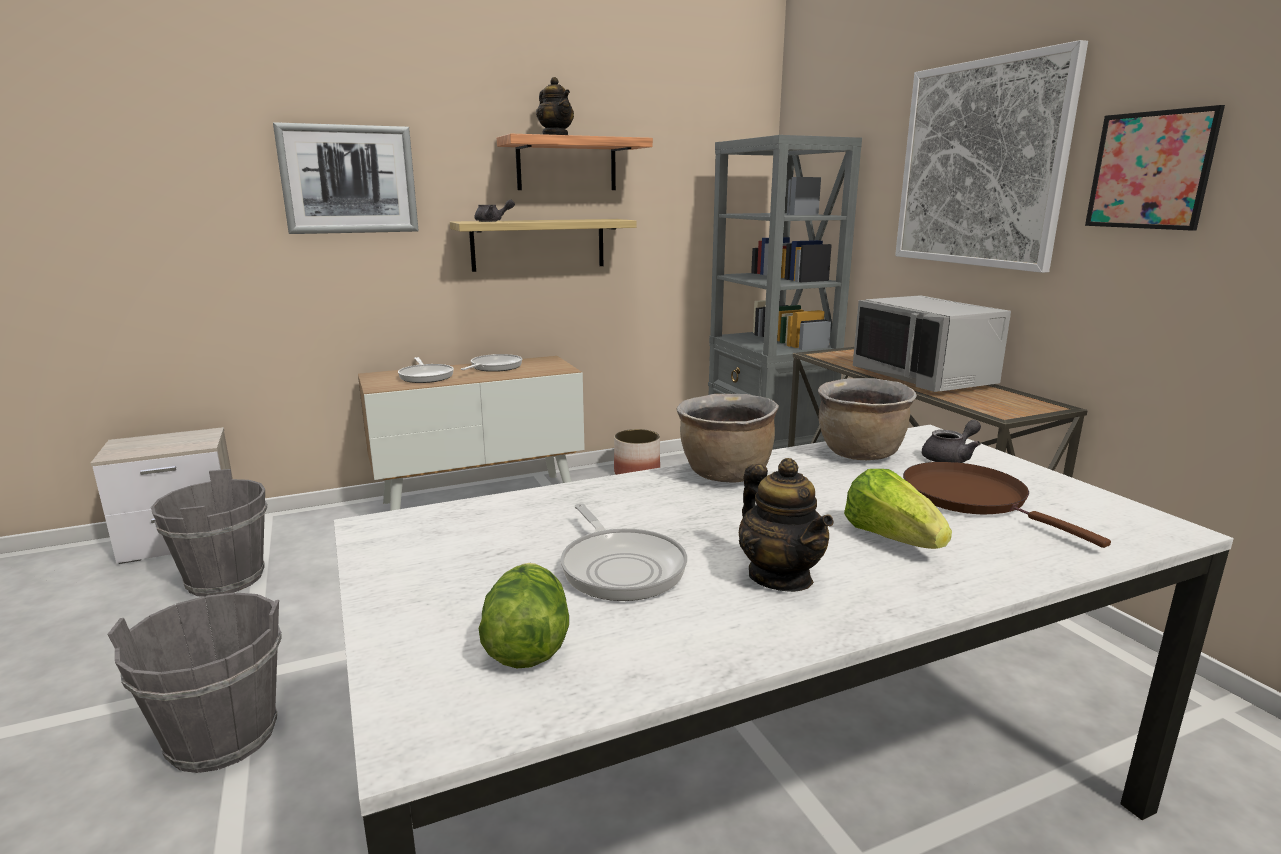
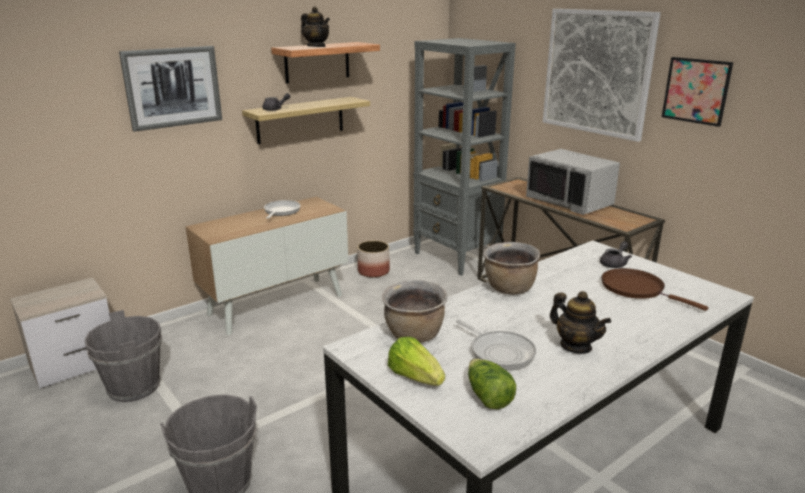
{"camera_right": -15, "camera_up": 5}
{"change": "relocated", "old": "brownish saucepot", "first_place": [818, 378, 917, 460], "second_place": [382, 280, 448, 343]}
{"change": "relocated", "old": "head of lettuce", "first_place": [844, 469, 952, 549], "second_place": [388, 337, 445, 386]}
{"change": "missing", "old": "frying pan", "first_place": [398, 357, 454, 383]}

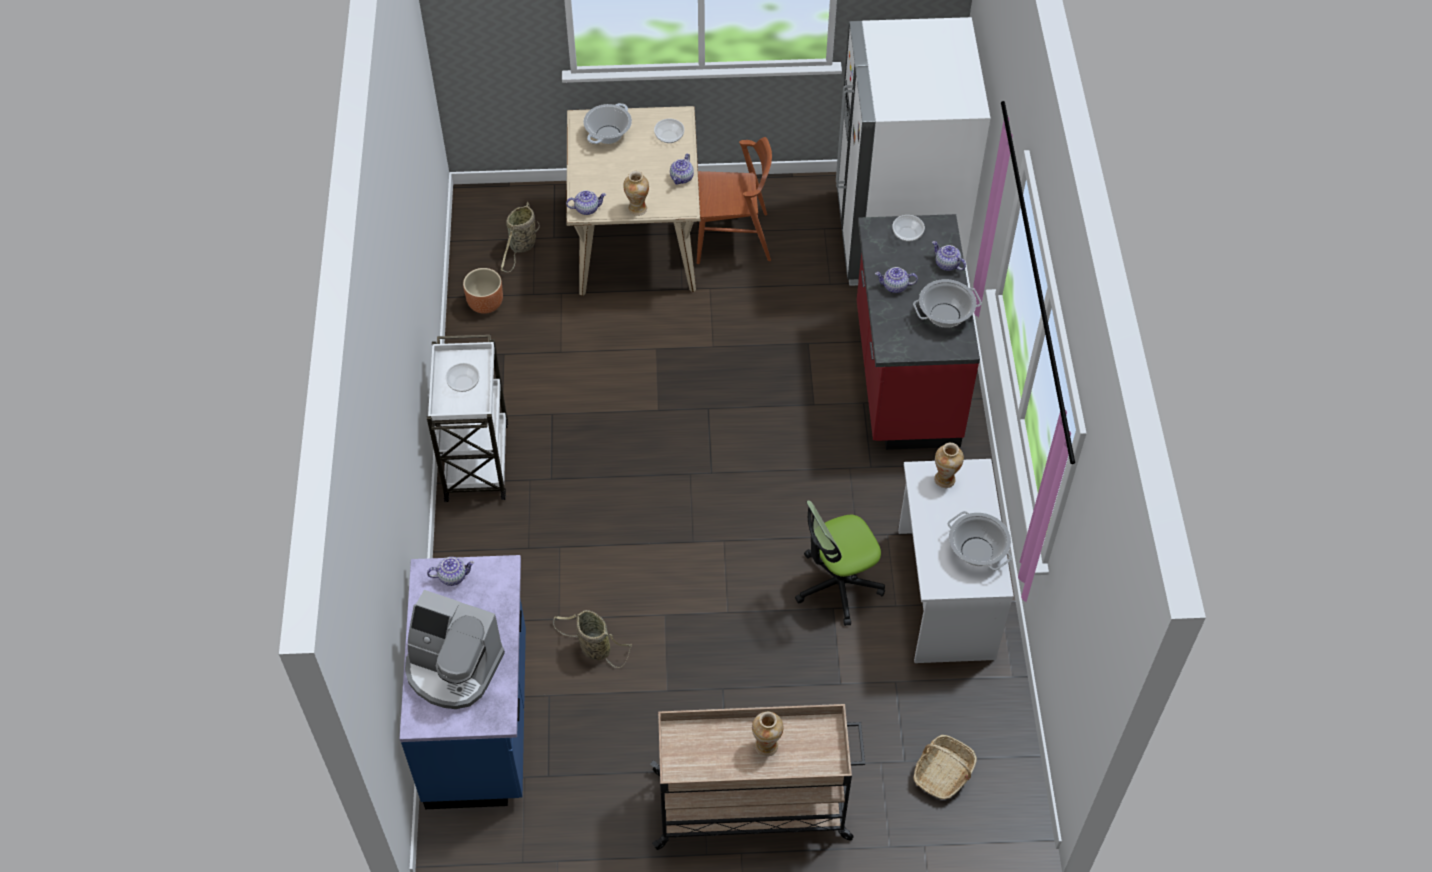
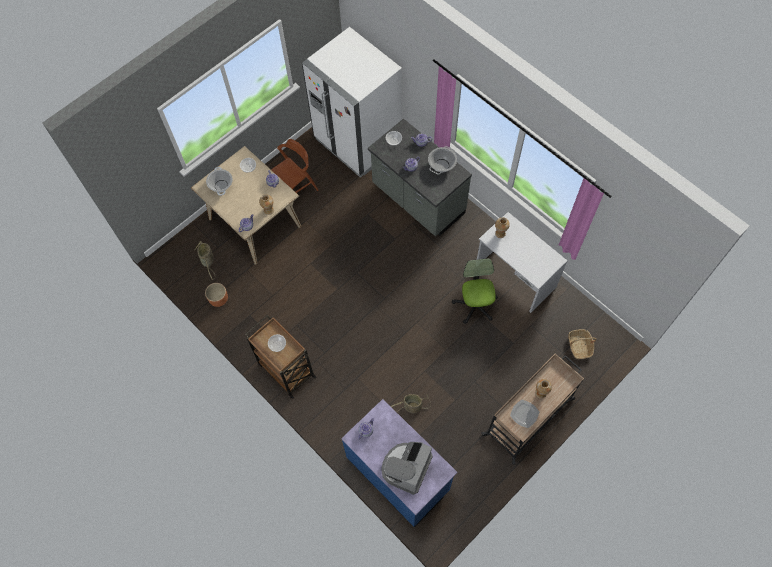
{"camera_right": -40, "camera_up": 10}
{"change": "colour", "old": "white wheeled cart", "new": "brownish wheeled cart", "first_place": [427, 335, 508, 502], "second_place": [246, 315, 317, 399]}
{"change": "colour", "old": "red kitchen counter", "new": "grey kitchen counter", "first_place": [857, 214, 980, 450], "second_place": [368, 119, 472, 236]}
{"change": "spun", "old": "coffee maker", "first_place": [405, 590, 505, 709], "second_place": [381, 442, 433, 495], "degrees": 135}
{"change": "spun", "old": "office chair", "first_place": [795, 500, 885, 626], "second_place": [452, 258, 498, 324], "degrees": 150}
{"change": "appeared", "new": "flat dish", "second_place": [510, 400, 539, 428]}
{"change": "missing", "old": "saucepot", "first_place": [947, 511, 1012, 571]}

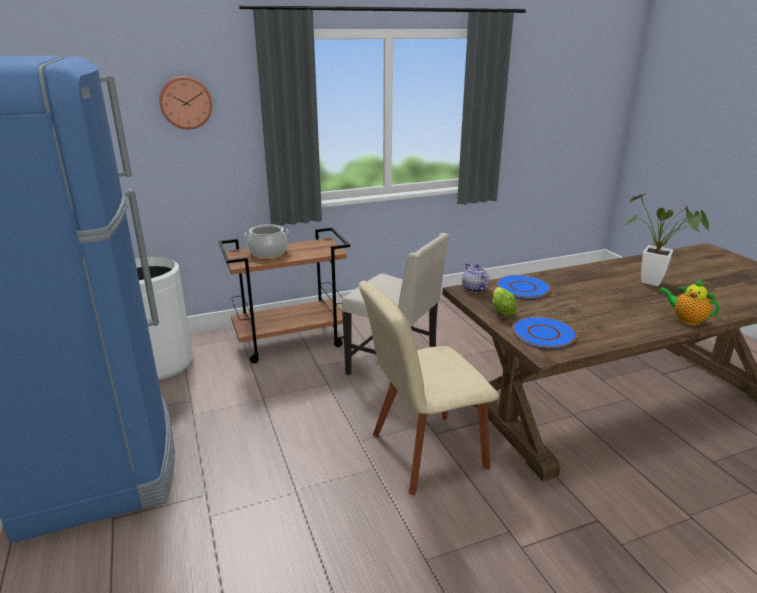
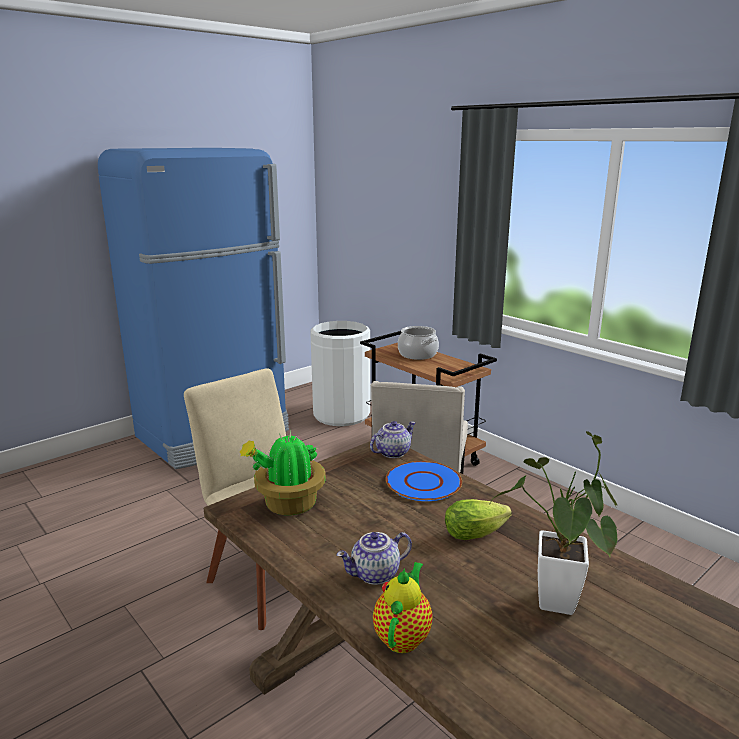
{"camera_right": 70, "camera_up": -5}
{"change": "exchanged", "old": "blue-coloured flat dish", "new": "houseplant", "first_place": [512, 317, 577, 348], "second_place": [240, 430, 326, 515]}
{"change": "appeared", "new": "tea pot", "second_place": [336, 532, 412, 585]}
{"change": "relocated", "old": "head of lettuce", "first_place": [493, 287, 517, 316], "second_place": [445, 499, 512, 540]}
{"change": "missing", "old": "wall clock", "first_place": [159, 77, 212, 129]}

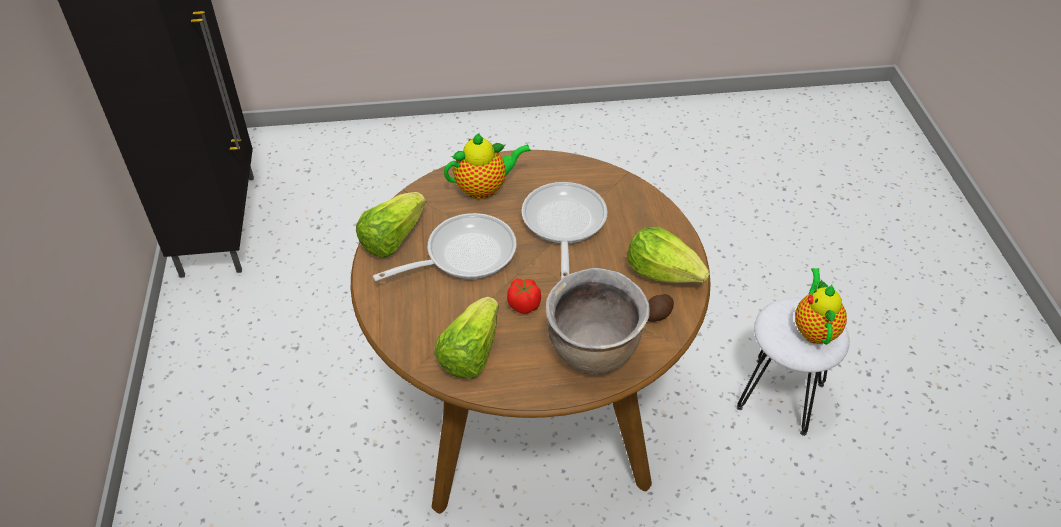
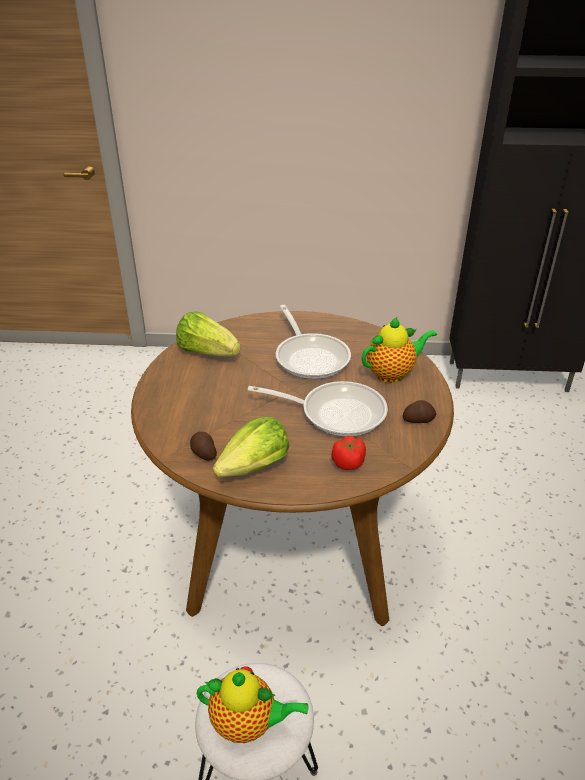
{"camera_right": 100, "camera_up": -10}
{"change": "relocated", "old": "fresh tomato", "first_place": [507, 279, 541, 314], "second_place": [331, 436, 366, 470]}
{"change": "spun", "old": "tea pot", "first_place": [444, 133, 531, 200], "second_place": [362, 316, 437, 383], "degrees": -105}
{"change": "appeared", "new": "spud", "second_place": [402, 400, 436, 423]}
{"change": "missing", "old": "head of lettuce", "first_place": [356, 192, 426, 258]}
{"change": "missing", "old": "brownish saucepot", "first_place": [546, 268, 650, 375]}

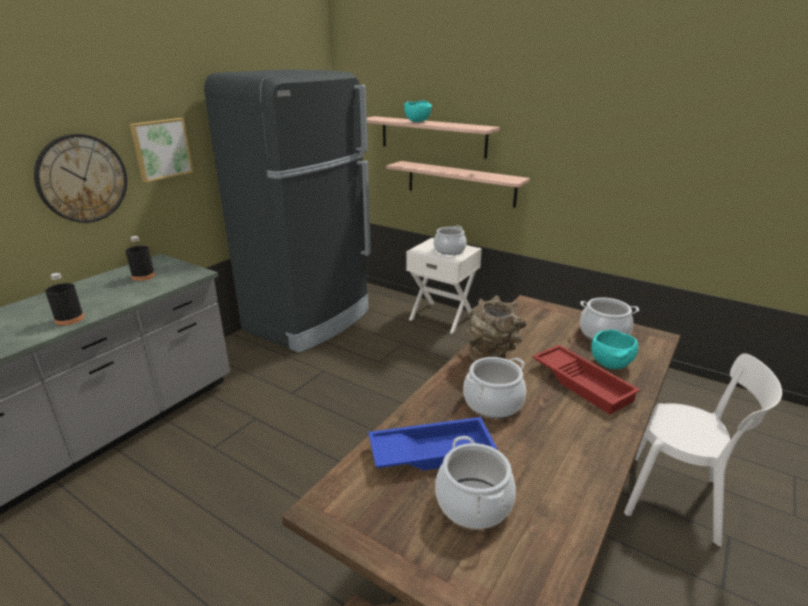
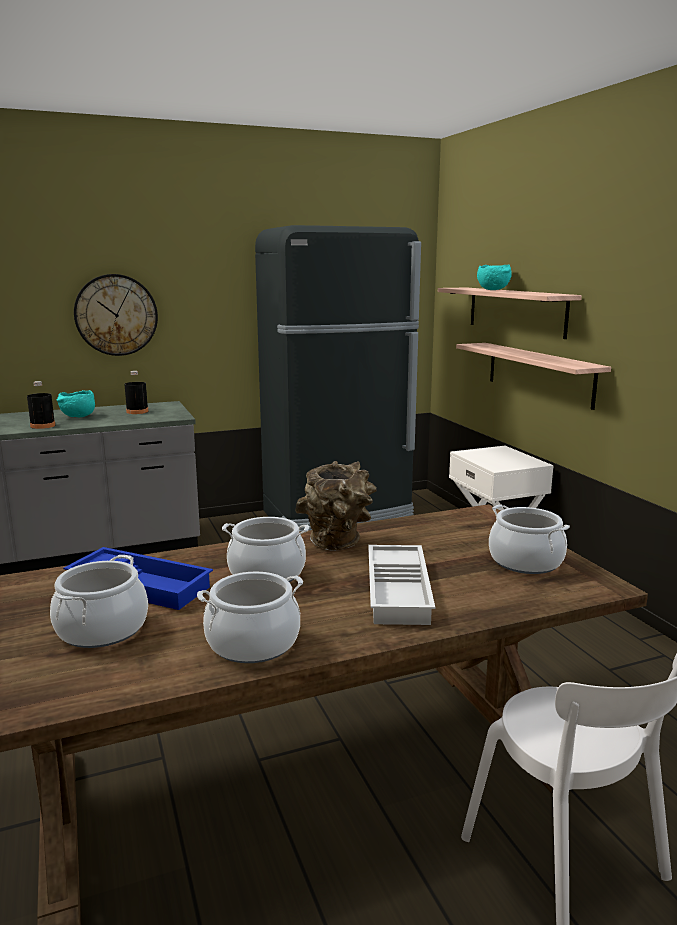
{"camera_right": 35, "camera_up": -10}
{"change": "relocated", "old": "turquoise bowl", "first_place": [591, 329, 638, 369], "second_place": [57, 390, 95, 417]}
{"change": "relocated", "old": "saucepot", "first_place": [434, 225, 467, 255], "second_place": [197, 572, 303, 663]}
{"change": "colour", "old": "red carrying tray", "new": "white carrying tray", "first_place": [532, 345, 640, 414], "second_place": [368, 545, 435, 625]}
{"change": "missing", "old": "picture", "first_place": [130, 118, 193, 182]}

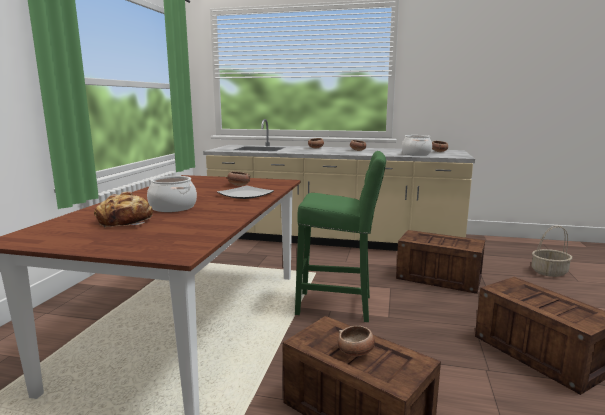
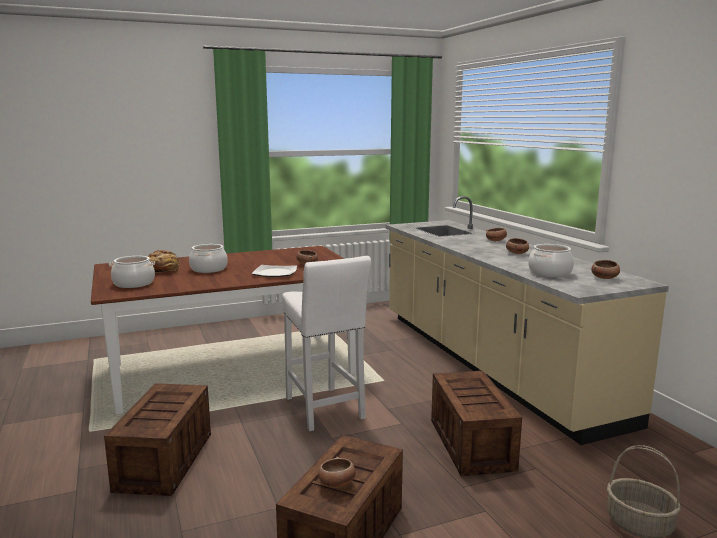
{"camera_right": 55, "camera_up": 0}
{"change": "appeared", "new": "saucepot", "second_place": [109, 256, 155, 288]}
{"change": "colour", "old": "green-coloured sitting stool", "new": "white sitting stool", "first_place": [295, 151, 386, 322], "second_place": [282, 256, 371, 431]}
{"change": "relocated", "old": "bowl", "first_place": [338, 326, 375, 357], "second_place": [318, 457, 356, 488]}

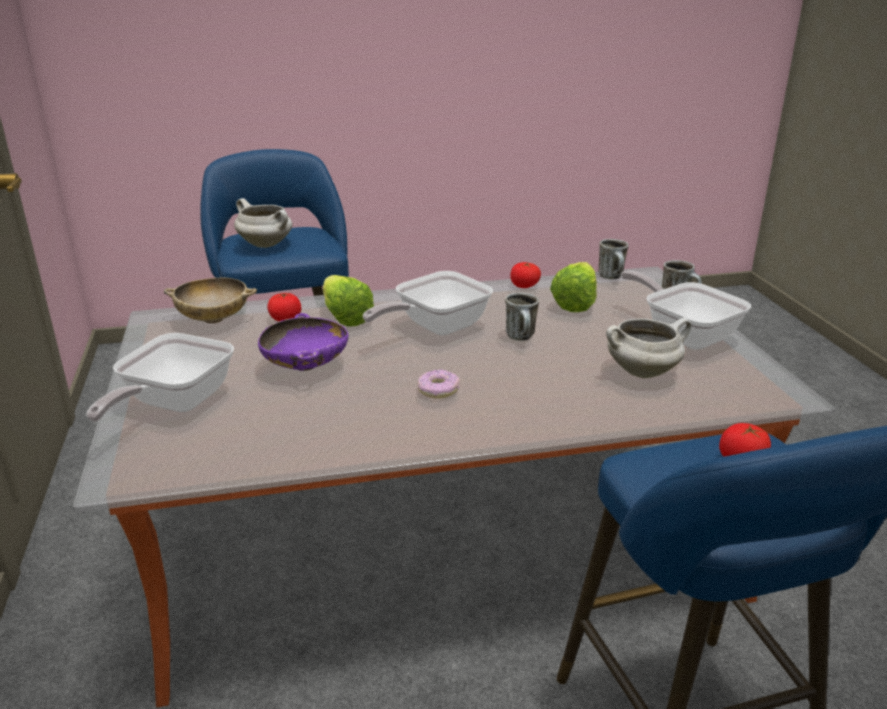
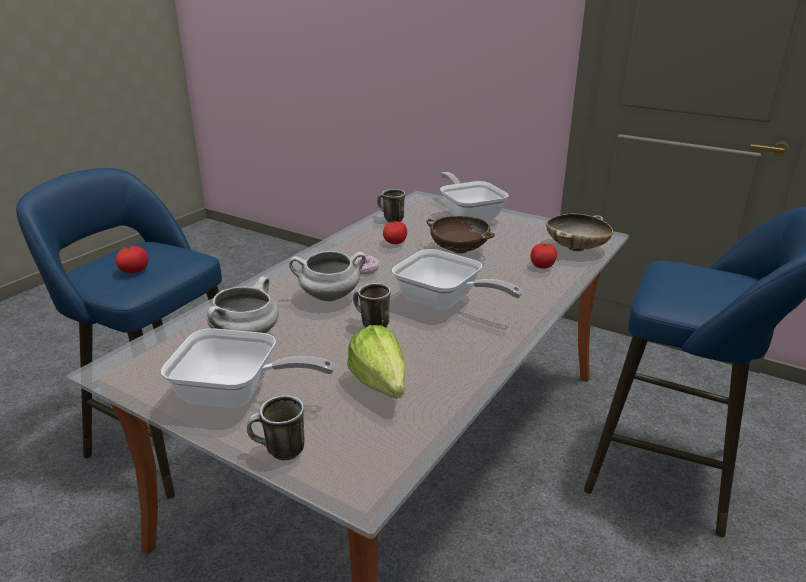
{"camera_right": 135, "camera_up": 0}
{"change": "relocated", "old": "white saucepot", "first_place": [234, 198, 293, 248], "second_place": [289, 251, 366, 301]}
{"change": "relocated", "old": "coffee mug", "first_place": [598, 239, 629, 279], "second_place": [377, 189, 405, 222]}
{"change": "relocated", "old": "fresh tomato", "first_place": [510, 262, 541, 288], "second_place": [383, 221, 407, 244]}
{"change": "spun", "old": "frying pan", "first_place": [363, 271, 493, 335], "second_place": [392, 249, 522, 311], "degrees": 120}
{"change": "colour", "old": "purplish bowl", "new": "brownish bowl", "first_place": [258, 313, 348, 371], "second_place": [426, 216, 495, 254]}
{"change": "missing", "old": "head of lettuce", "first_place": [323, 275, 374, 326]}

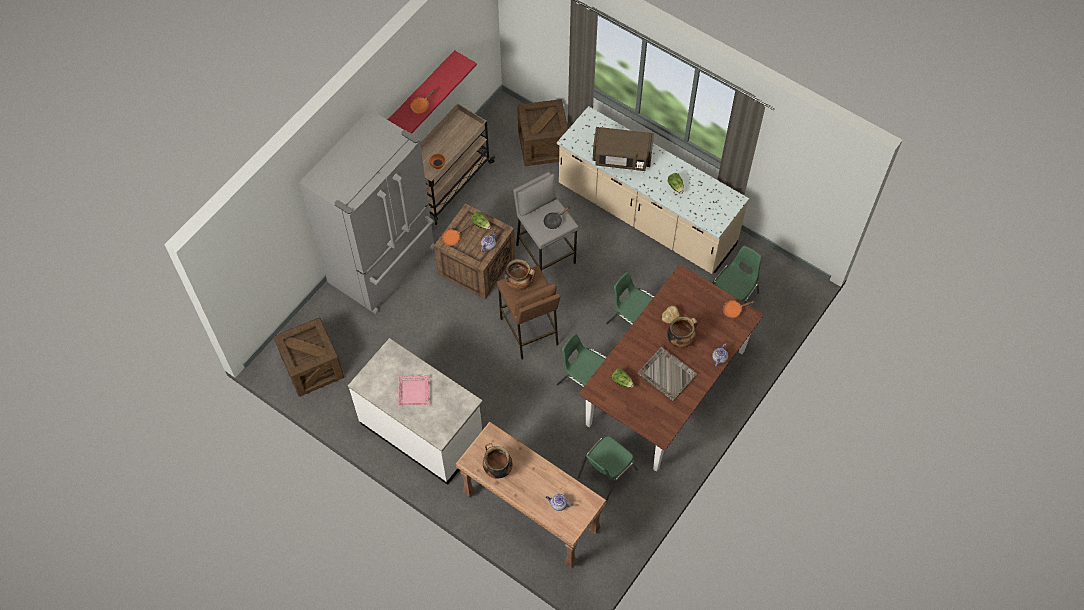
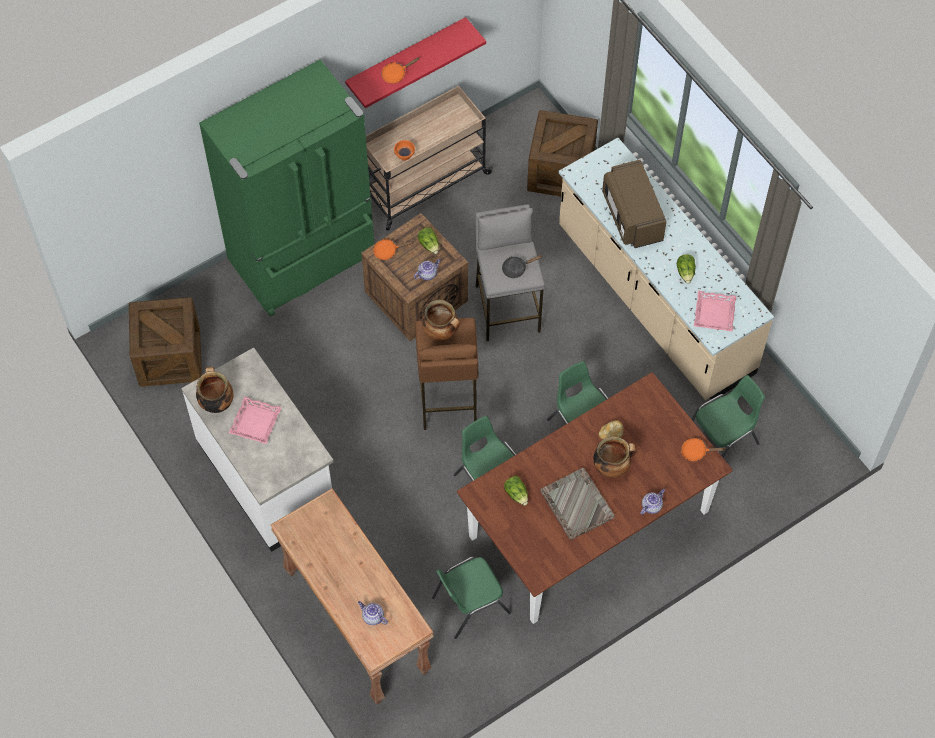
{"camera_right": 20, "camera_up": 0}
{"change": "relocated", "old": "saucepot", "first_place": [483, 443, 513, 478], "second_place": [196, 367, 233, 413]}
{"change": "colour", "old": "grey kitchen fridge", "new": "green-coloured kitchen fridge", "first_place": [299, 109, 434, 314], "second_place": [199, 59, 374, 317]}
{"change": "spun", "old": "brownish microwave", "first_place": [593, 127, 654, 171], "second_place": [602, 160, 667, 248], "degrees": 45}
{"change": "appeared", "new": "pinkish carrying tray", "second_place": [694, 291, 736, 332]}

